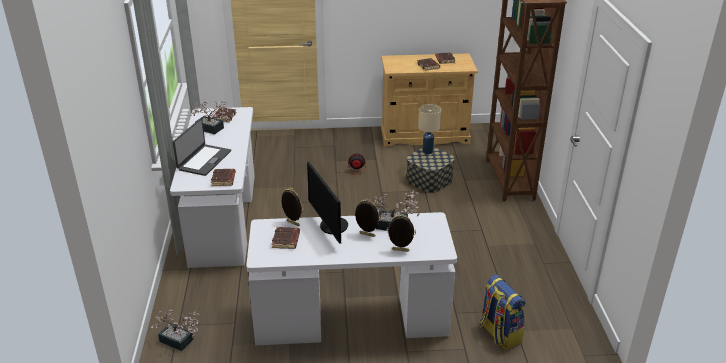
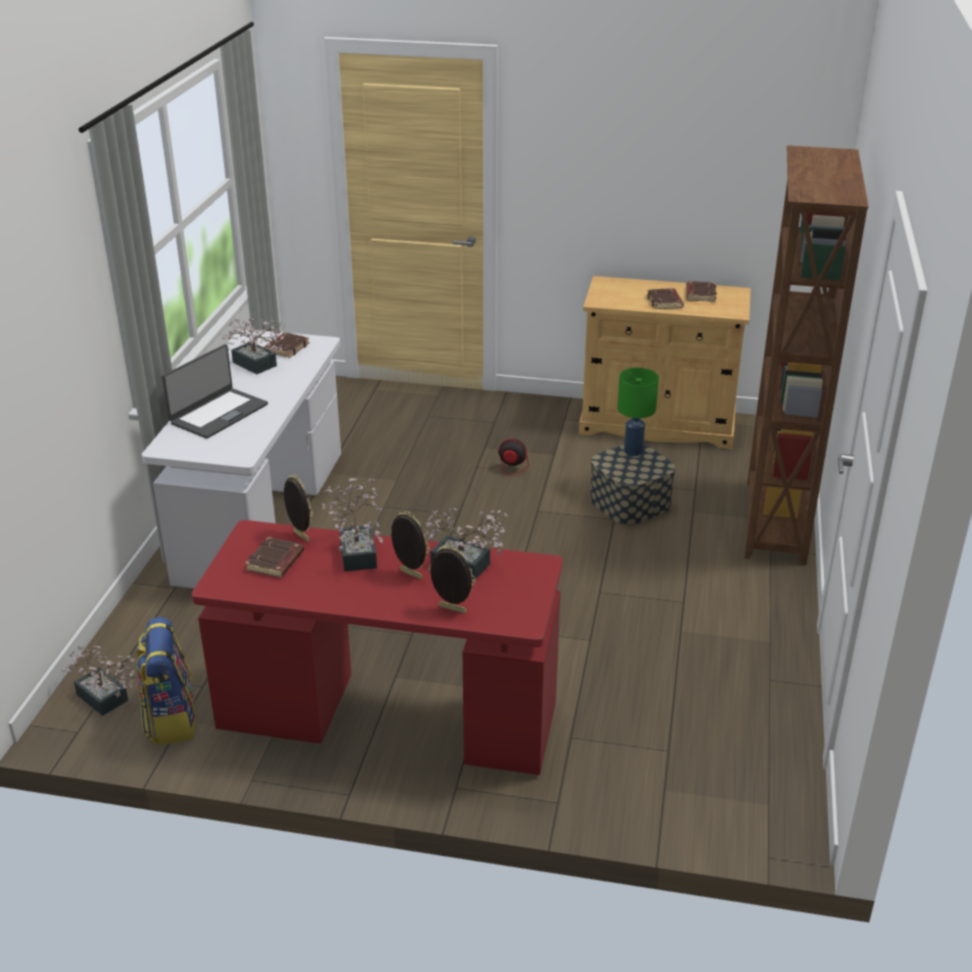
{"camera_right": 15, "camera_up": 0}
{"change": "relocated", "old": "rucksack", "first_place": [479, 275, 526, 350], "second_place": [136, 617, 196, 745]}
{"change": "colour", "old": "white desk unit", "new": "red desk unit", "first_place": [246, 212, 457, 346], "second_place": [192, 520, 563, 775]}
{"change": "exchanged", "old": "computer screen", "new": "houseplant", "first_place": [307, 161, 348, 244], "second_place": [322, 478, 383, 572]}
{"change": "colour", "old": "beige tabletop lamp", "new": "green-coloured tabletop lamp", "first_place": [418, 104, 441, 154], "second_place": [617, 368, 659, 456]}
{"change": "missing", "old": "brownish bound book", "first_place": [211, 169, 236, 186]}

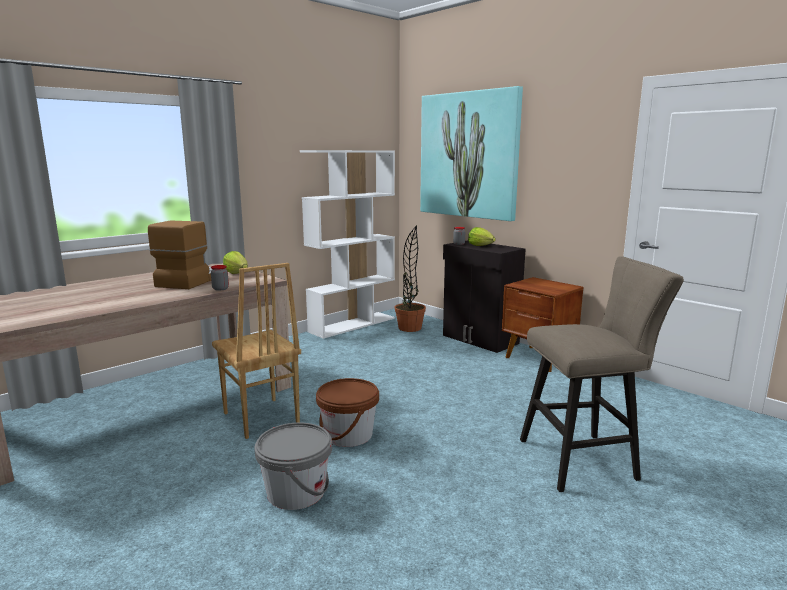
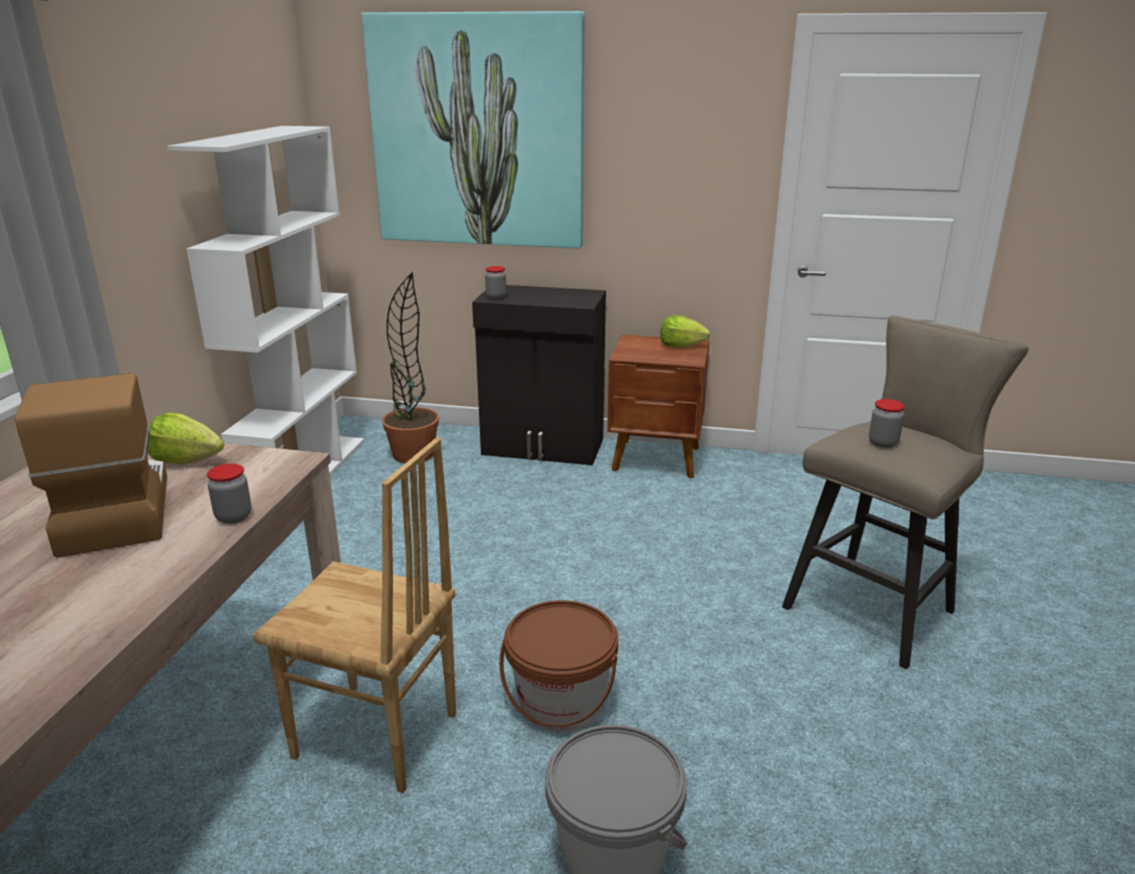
{"camera_right": -35, "camera_up": 10}
{"change": "relocated", "old": "head of lettuce", "first_place": [468, 227, 496, 246], "second_place": [660, 315, 710, 348]}
{"change": "appeared", "new": "preserve jar", "second_place": [869, 399, 905, 448]}

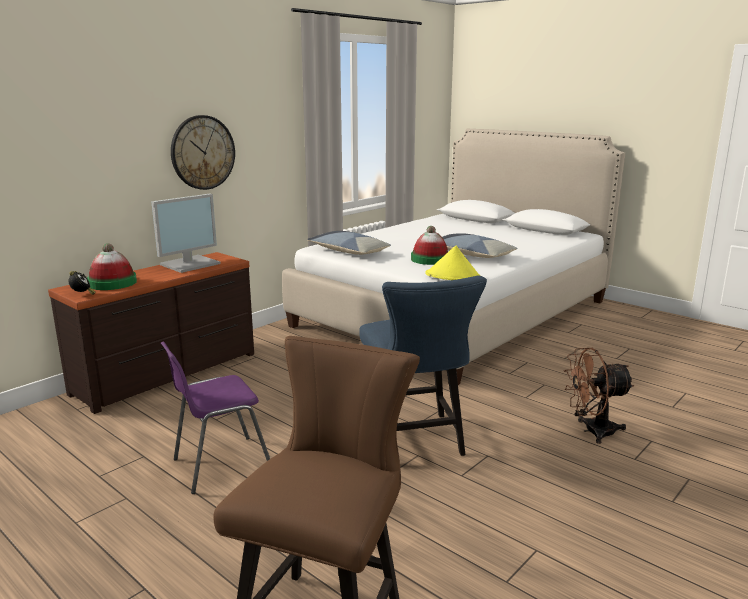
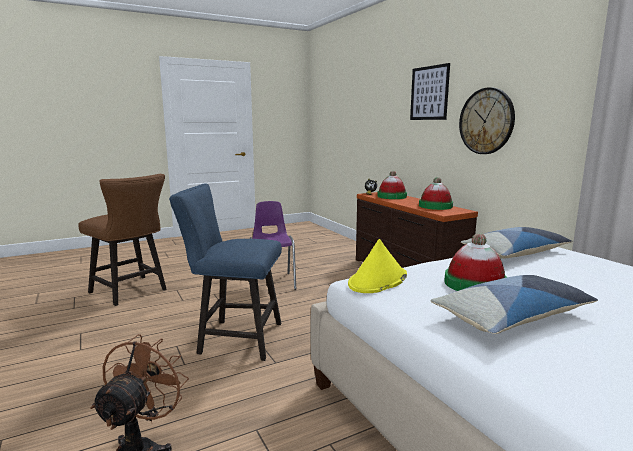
{"camera_right": 110, "camera_up": -5}
{"change": "appeared", "new": "picture", "second_place": [410, 63, 450, 120]}
{"change": "exchanged", "old": "computer screen", "new": "hat", "first_place": [151, 194, 221, 273], "second_place": [419, 177, 453, 210]}

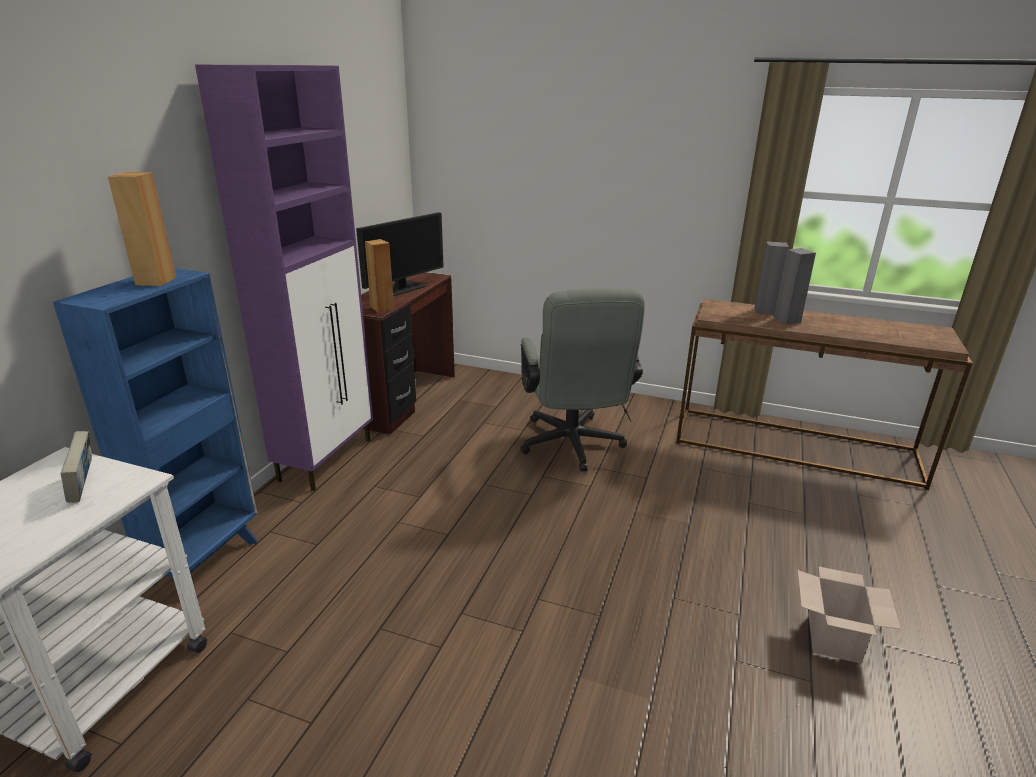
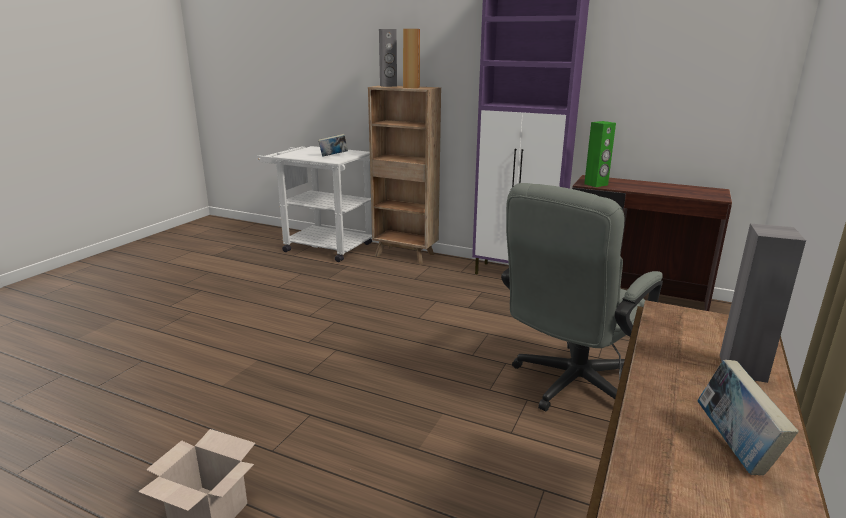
{"camera_right": 95, "camera_up": -5}
{"change": "colour", "old": "blue-coloured bookshelf", "new": "brownish bookshelf", "first_place": [53, 268, 258, 586], "second_place": [368, 86, 441, 264]}
{"change": "relocated", "old": "grey audio speaker", "first_place": [773, 248, 816, 325], "second_place": [379, 29, 397, 87]}
{"change": "spun", "old": "grey office chair", "first_place": [520, 288, 645, 472], "second_place": [501, 183, 663, 411], "degrees": -45}
{"change": "colour", "old": "brownish audio speaker", "new": "green-coloured audio speaker", "first_place": [365, 239, 394, 313], "second_place": [584, 121, 616, 187]}
{"change": "appeared", "new": "bound book", "second_place": [697, 360, 799, 475]}
{"change": "missing", "old": "computer screen", "first_place": [356, 212, 444, 296]}

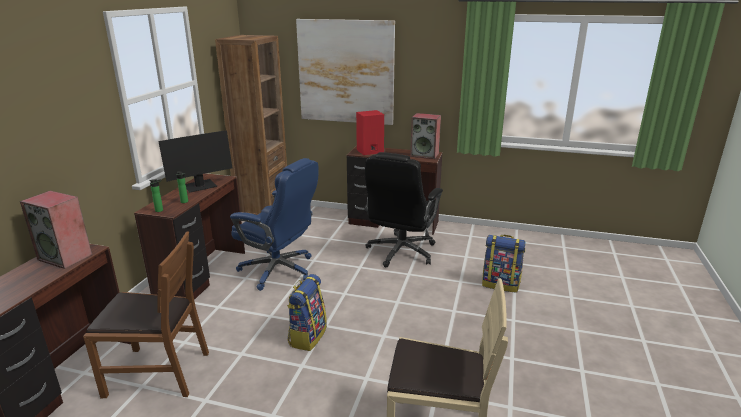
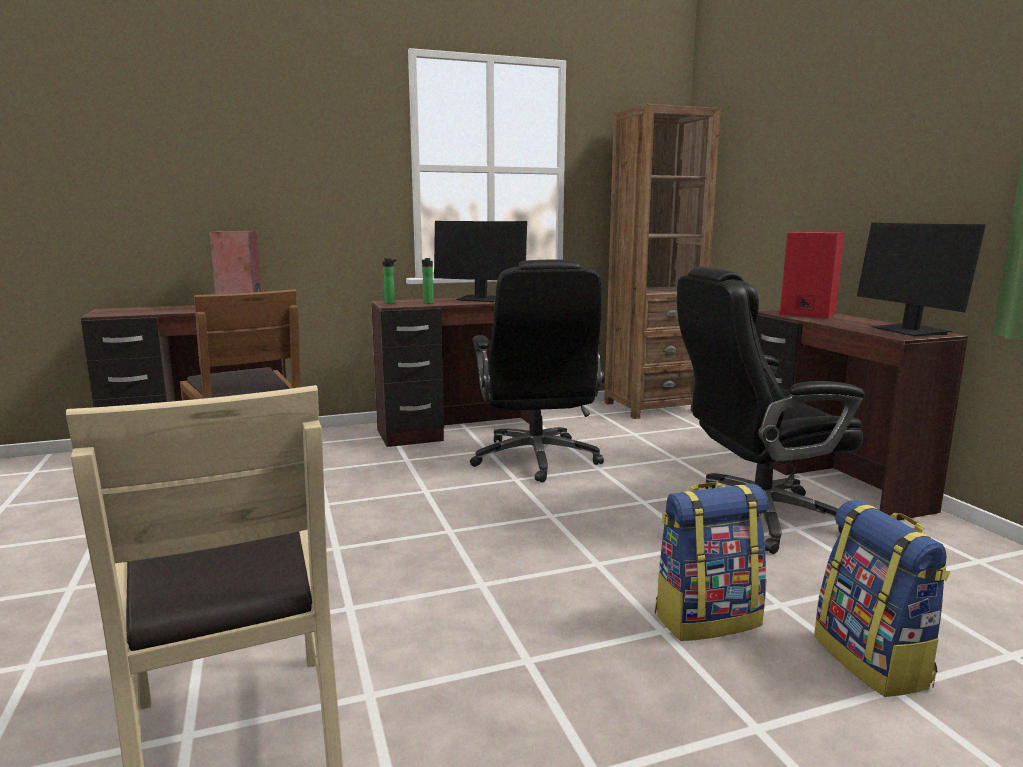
{"camera_right": 55, "camera_up": -10}
{"change": "colour", "old": "blue-coloured office chair", "new": "blackish office chair", "first_place": [230, 158, 319, 291], "second_place": [470, 260, 604, 483]}
{"change": "relocated", "old": "rucksack", "first_place": [287, 274, 327, 351], "second_place": [655, 482, 769, 641]}
{"change": "exchanged", "old": "audio speaker", "new": "computer screen", "first_place": [410, 113, 441, 159], "second_place": [857, 223, 986, 336]}
{"change": "missing", "old": "picture", "first_place": [296, 19, 395, 125]}

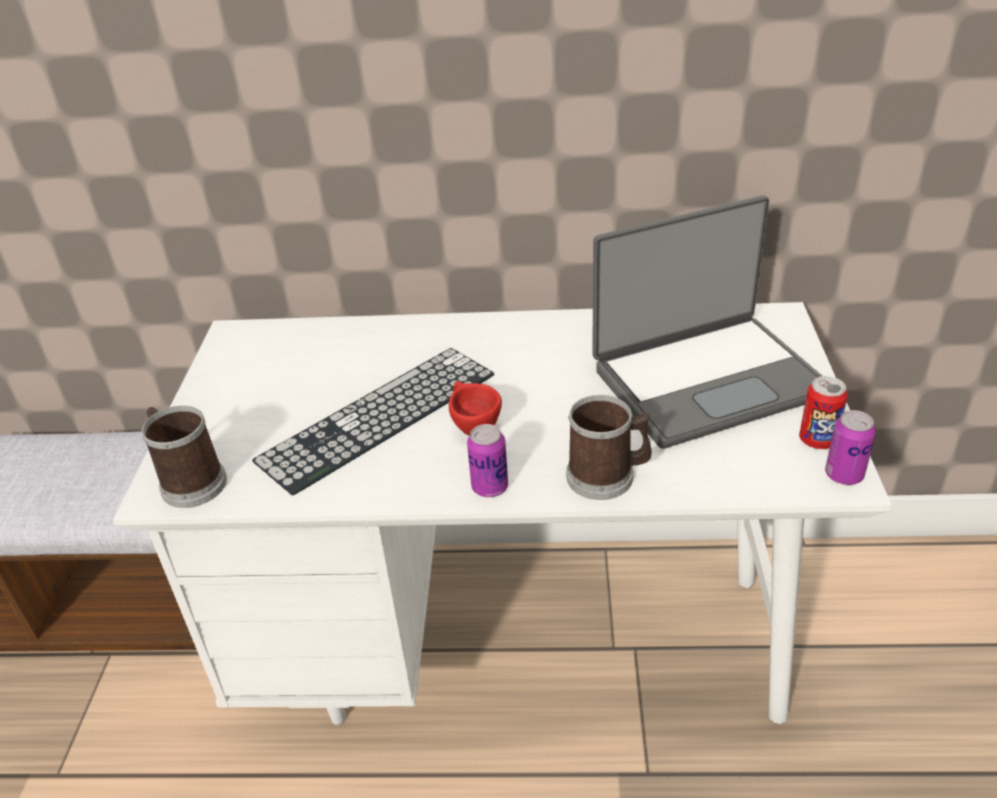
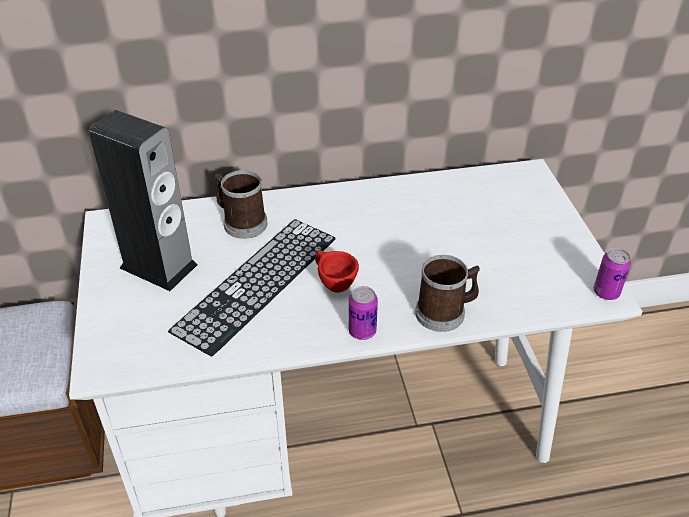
{"camera_right": -15, "camera_up": 5}
{"change": "appeared", "new": "audio speaker", "second_place": [89, 110, 198, 291]}
{"change": "relocated", "old": "coffee mug", "first_place": [142, 406, 227, 508], "second_place": [215, 170, 268, 239]}
{"change": "missing", "old": "laptop", "first_place": [592, 195, 822, 449]}
{"change": "missing", "old": "can", "first_place": [799, 376, 848, 449]}

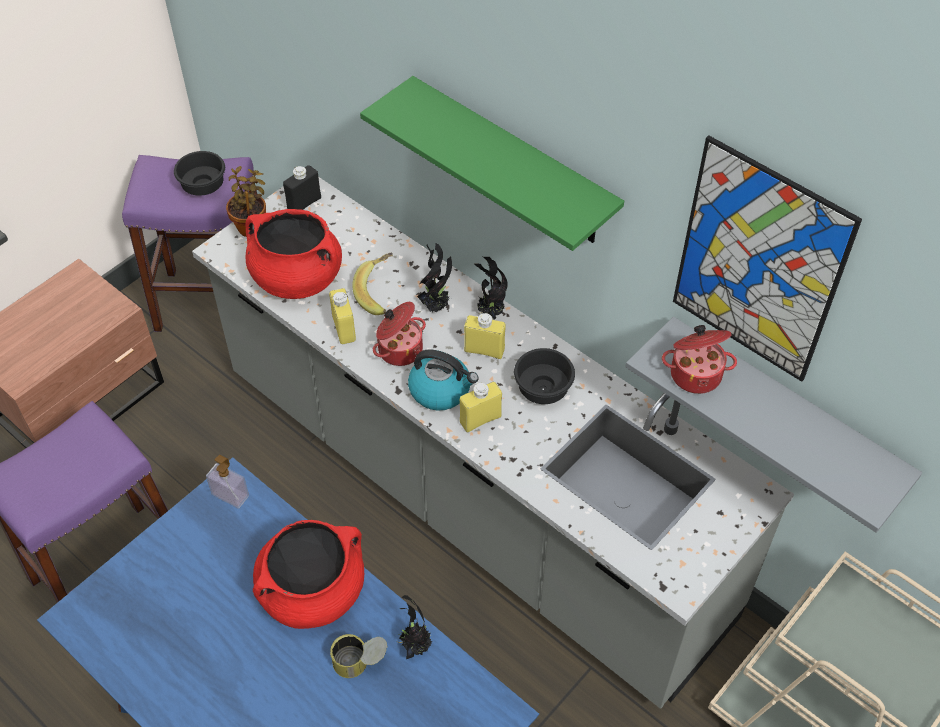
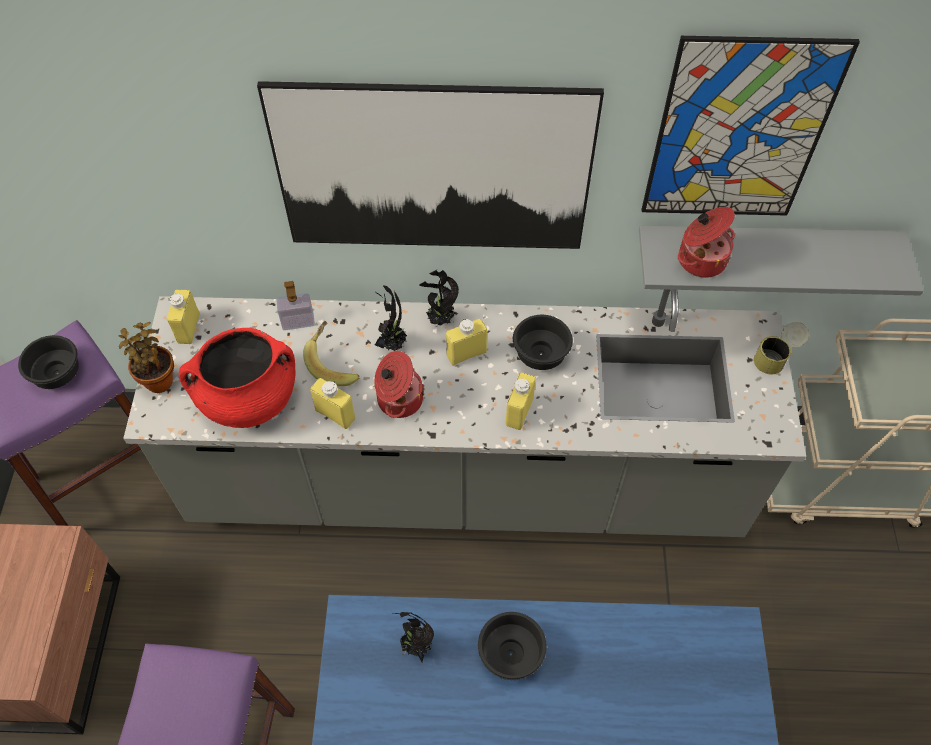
{"camera_right": -40, "camera_up": 5}
{"change": "colour", "old": "blackish bottle", "new": "yellowish bottle", "first_place": [283, 165, 321, 210], "second_place": [167, 289, 200, 344]}
{"change": "exchanged", "old": "green-coloured shelf", "new": "picture", "first_place": [360, 76, 624, 251], "second_place": [257, 81, 604, 249]}
{"change": "relocated", "old": "soap dispenser", "first_place": [206, 455, 249, 509], "second_place": [276, 281, 315, 330]}
{"change": "relocated", "old": "houseplant", "first_place": [399, 595, 433, 659], "second_place": [392, 612, 434, 662]}
{"change": "exchanged", "old": "red saucepot", "new": "blackish bowl", "first_place": [253, 520, 364, 629], "second_place": [478, 612, 547, 680]}
{"change": "relocated", "old": "can", "first_place": [330, 634, 387, 678], "second_place": [754, 322, 809, 375]}
{"change": "missing", "old": "kettle", "first_place": [408, 350, 479, 411]}

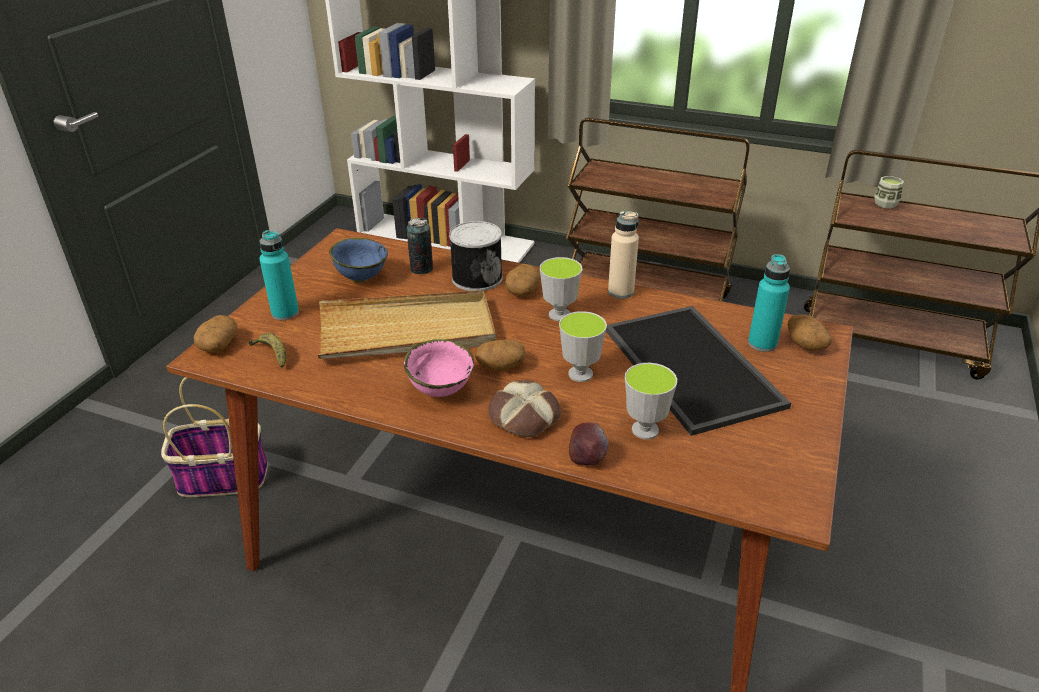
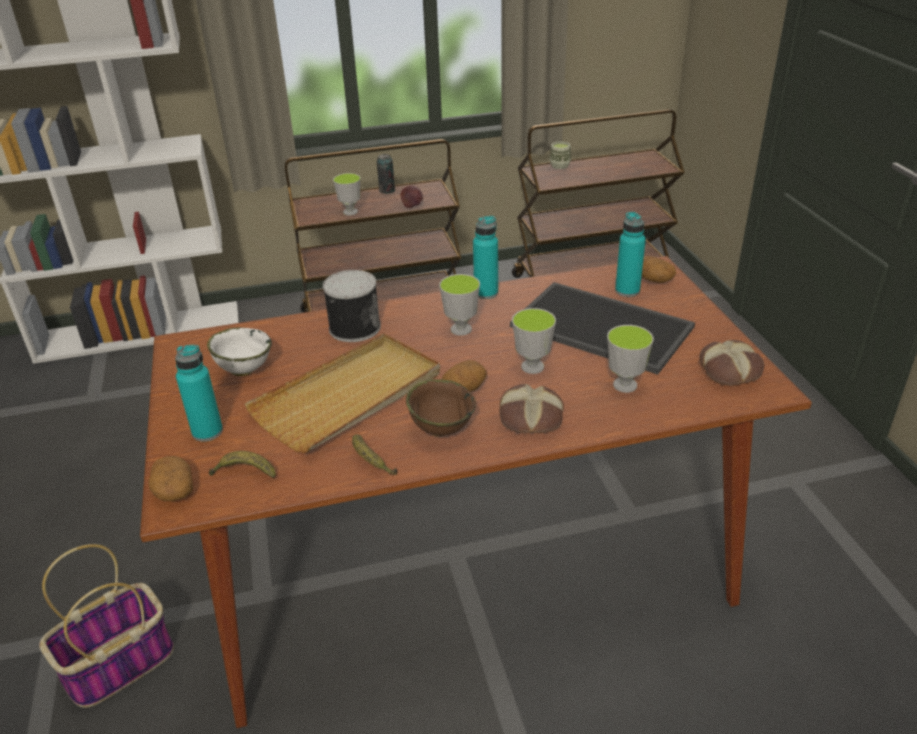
{"camera_right": -35, "camera_up": 0}
{"change": "colour", "old": "blue-coloured bowl", "new": "white bowl", "first_place": [329, 238, 388, 283], "second_place": [207, 327, 272, 376]}
{"change": "appeared", "new": "small cup", "second_place": [333, 173, 361, 215]}
{"change": "appeared", "new": "banana fruit", "second_place": [352, 434, 397, 475]}
{"change": "relocated", "old": "can", "first_place": [406, 218, 433, 274], "second_place": [377, 154, 395, 194]}
{"change": "relocated", "old": "whole apple", "first_place": [569, 422, 608, 466], "second_place": [401, 185, 423, 208]}
{"change": "colour", "old": "pinkish bowl", "new": "brownish bowl", "first_place": [404, 339, 474, 397], "second_place": [406, 379, 476, 436]}
{"change": "colour", "old": "beige bottle", "new": "turquoise bottle", "first_place": [608, 211, 639, 299], "second_place": [473, 216, 498, 299]}
{"change": "appeared", "new": "baked bread", "second_place": [699, 340, 764, 386]}
{"change": "missing", "old": "spud", "first_place": [505, 264, 540, 297]}

